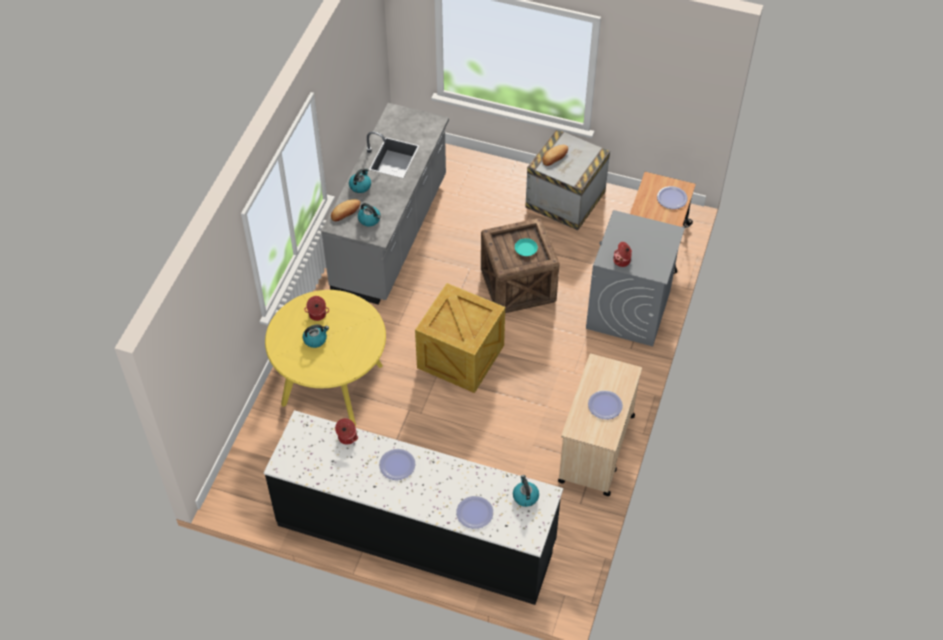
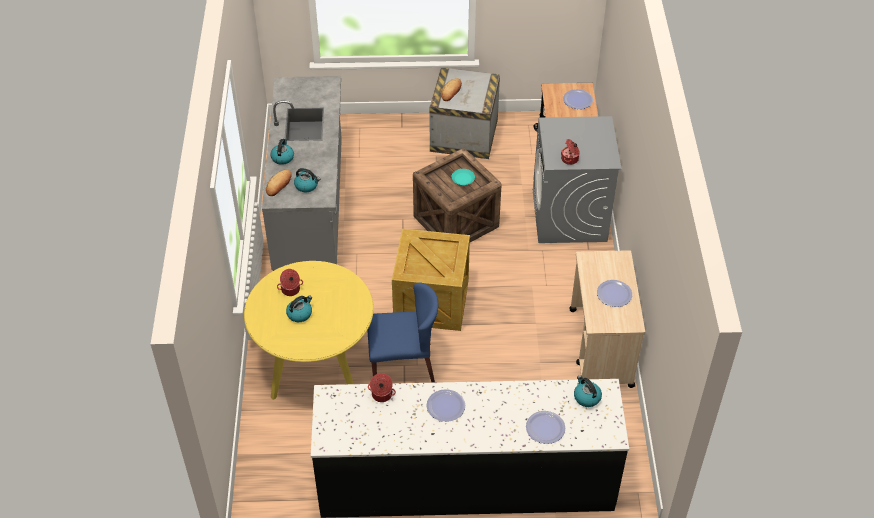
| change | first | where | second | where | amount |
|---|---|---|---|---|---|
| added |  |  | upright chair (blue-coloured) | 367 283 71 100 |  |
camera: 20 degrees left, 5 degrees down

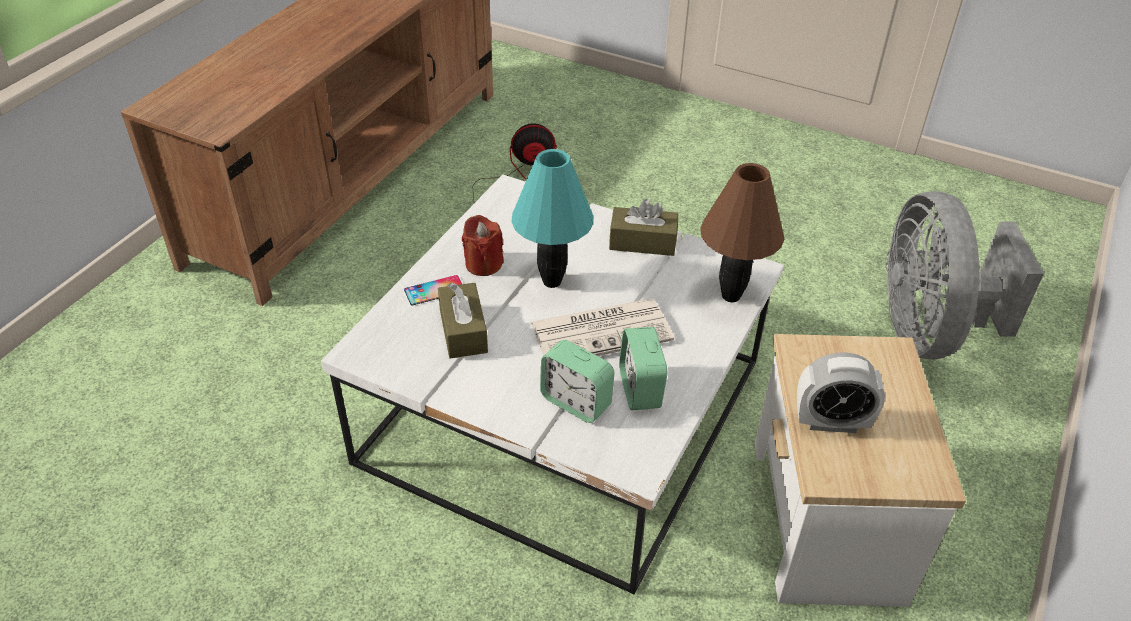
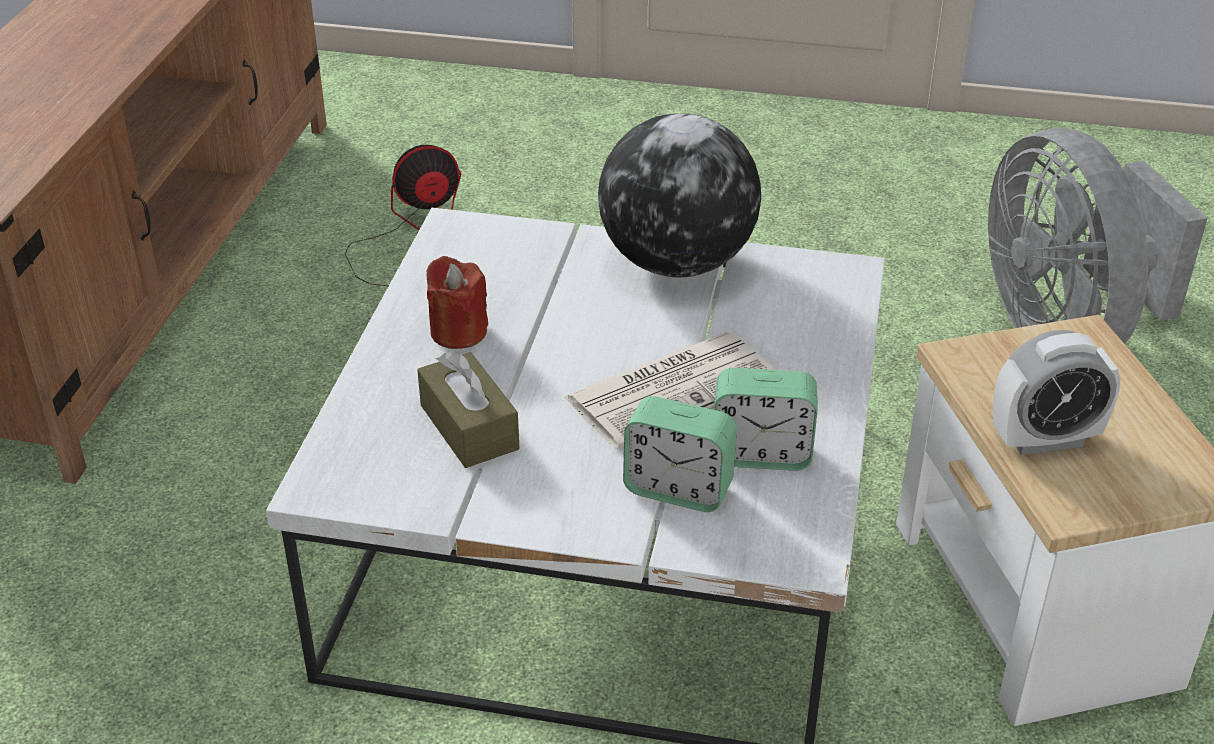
| change | first | where | second | where | amount |
|---|---|---|---|---|---|
| replaced | box of tissues (brownish) | 609 199 69 57 | desk globe | 598 113 163 165 |  |
| turned | table clock | 619 327 48 83 |  | 715 367 103 104 | 60 degrees counterclockwise |
| removed | handset | 404 275 58 30 |  |  |  |
| removed | table lamp (blue-green) | 511 149 82 139 |  |  |  |
| removed | table lamp (brownish) | 700 163 84 139 |  |  |  |
camera: 15 degrees left, 5 degrees down

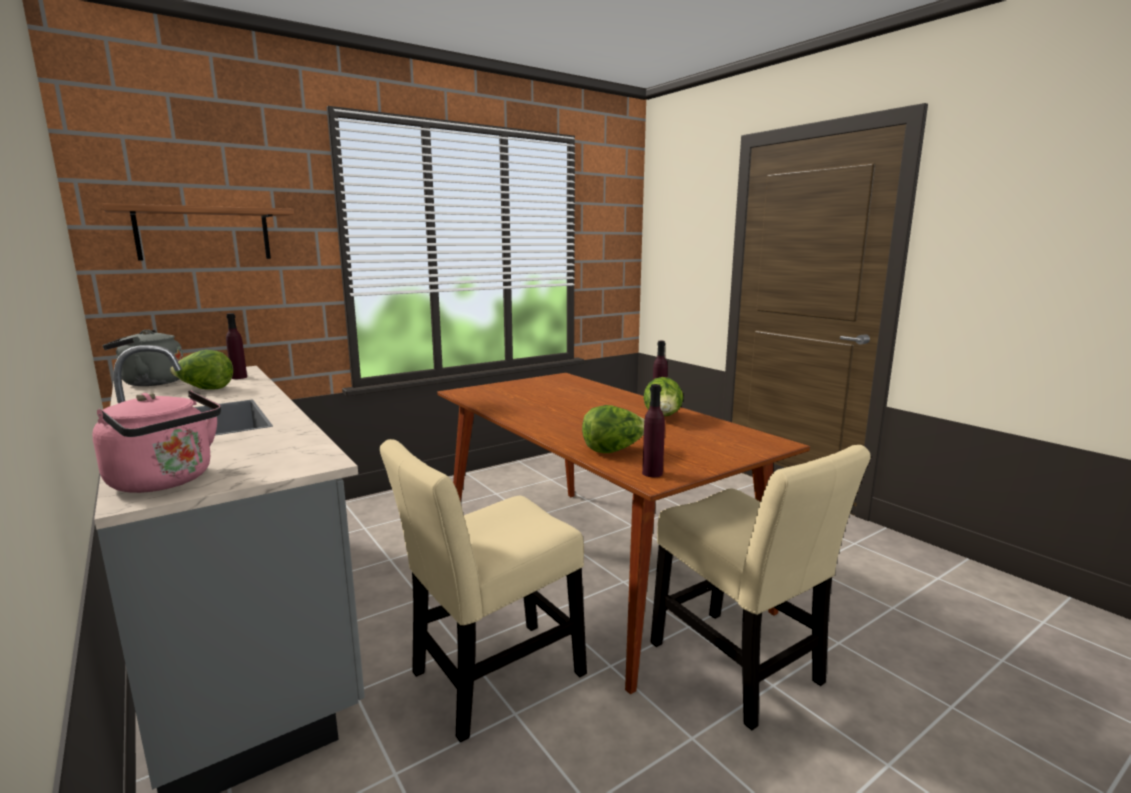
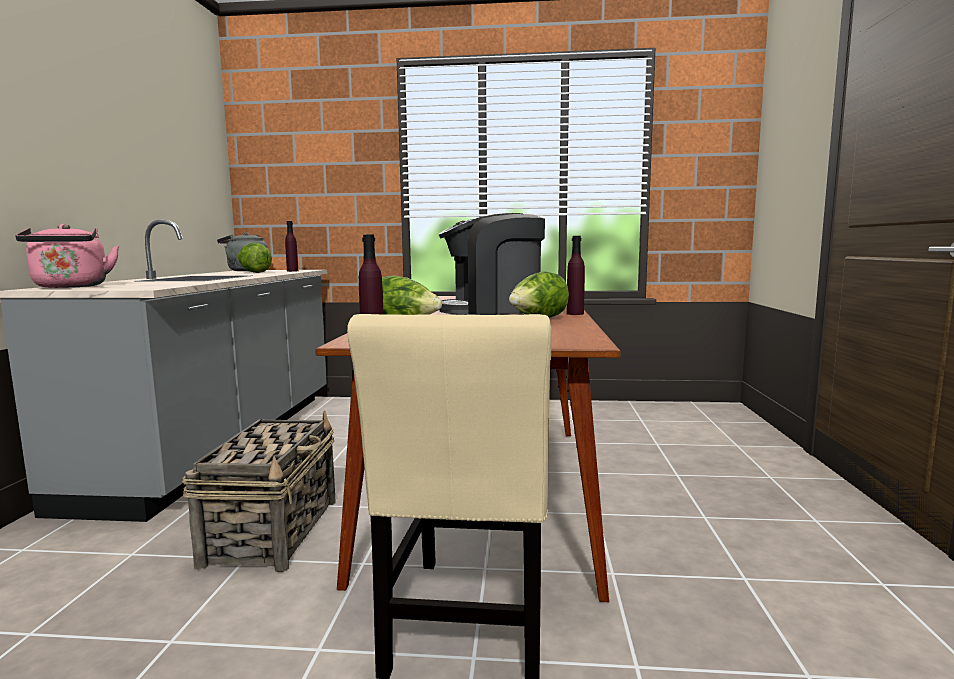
| change | first | where | second | where | amount |
|---|---|---|---|---|---|
| replaced | upright chair (beige-coloured) | 380 439 207 304 | household basket | 182 411 154 161 |  |
| added |  |  | coffee machine | 438 213 107 102 |  |
| removed | bracket shelf | 102 203 192 58 |  |  |  |
camera: 40 degrees right, 5 degrees down

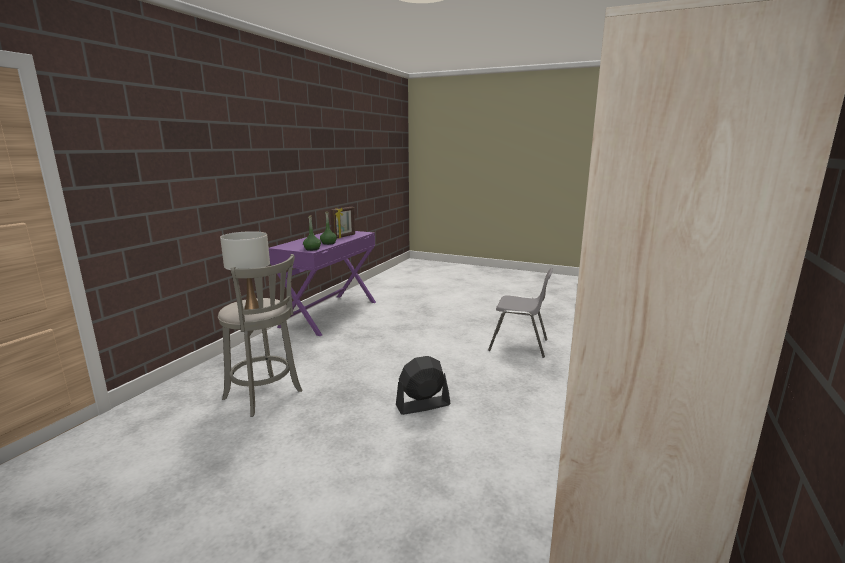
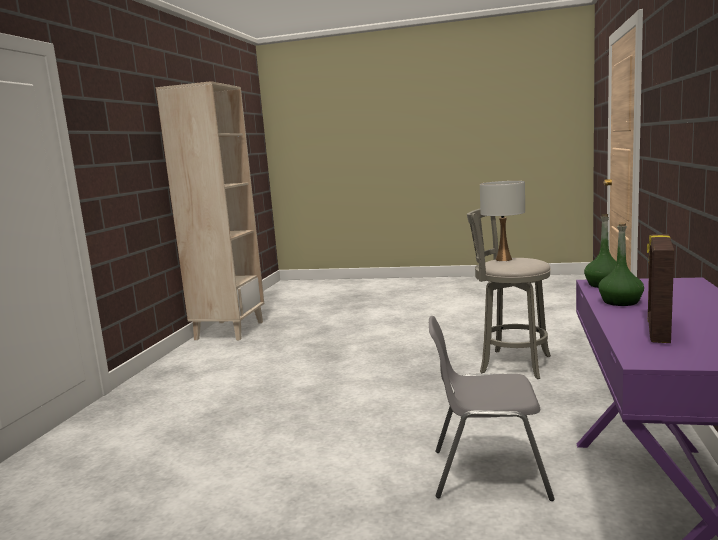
| change | first | where | second | where | amount |
|---|---|---|---|---|---|
| moved | upright chair (gray) | 488 268 65 90 |  | 429 316 126 185 |  |
| removed | fan (black-coloured) | 396 356 55 59 |  |  |  |
camera: 170 degrees right, 5 degrees down

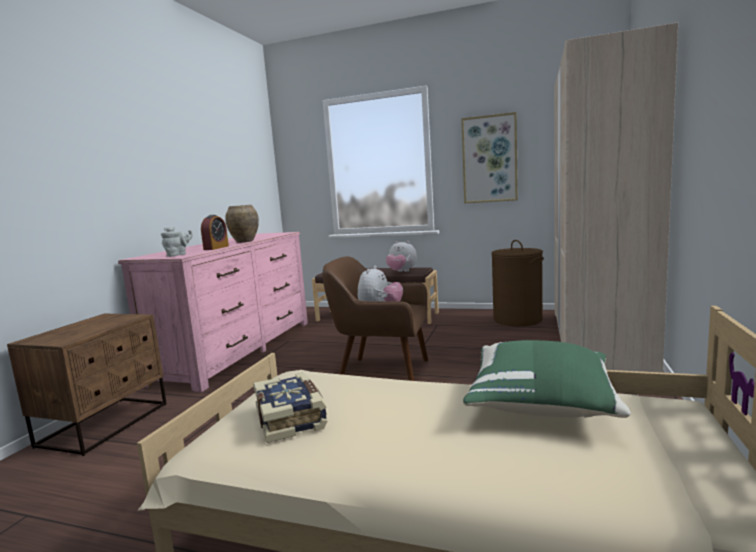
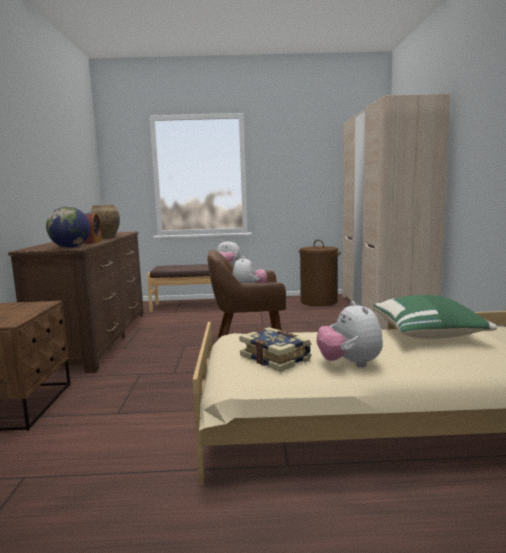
| change | first | where | second | where | amount |
|---|---|---|---|---|---|
| recoloured | chest of drawers (pinkish) | 118 232 190 160 | chest of drawers (brownish) | 8 232 136 141 |  |
| replaced | teapot (gray) | 161 227 32 30 | desk globe | 46 207 44 41 |  |
| added |  |  | soft toy | 317 301 66 66 |  |
| removed | picture | 461 112 57 91 |  |  |  |
camera: 20 degrees left, 0 degrees up

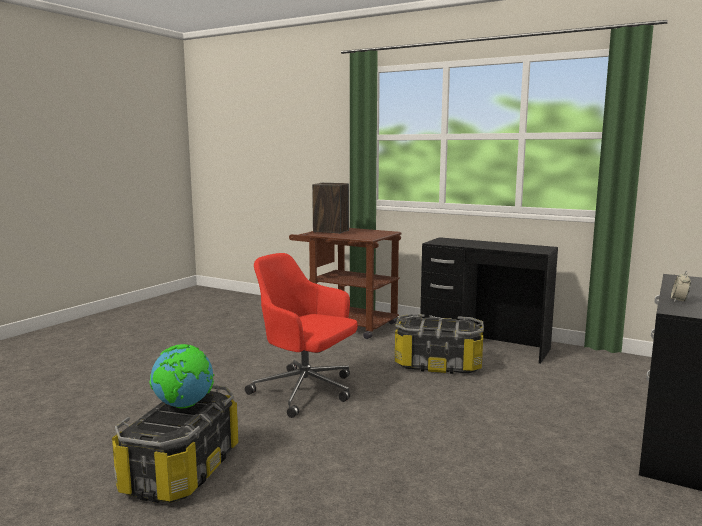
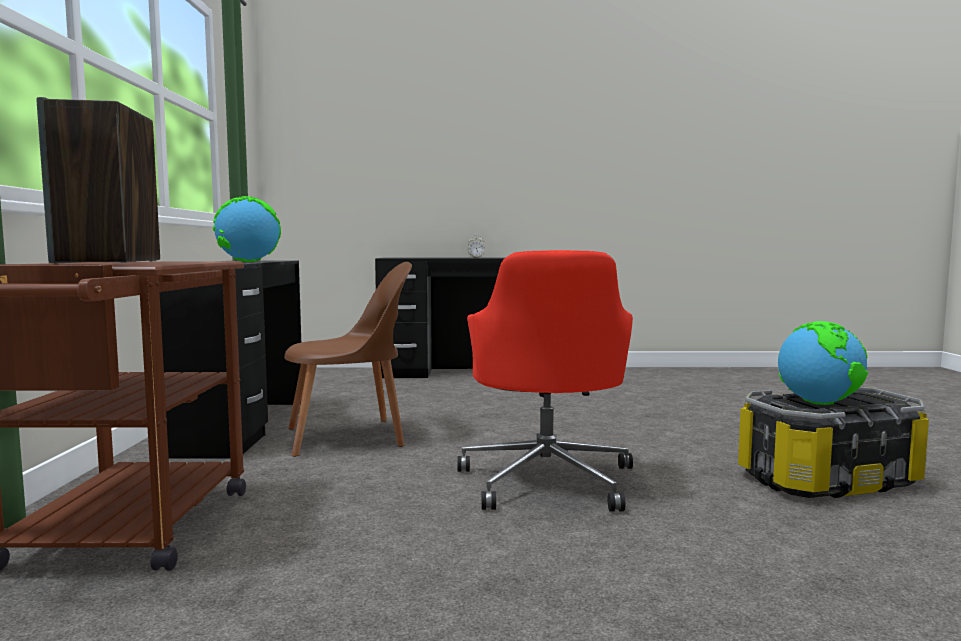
| change | first | where | second | where | amount |
|---|---|---|---|---|---|
| added |  |  | desk globe | 213 196 68 66 |  |
| replaced | storage container | 395 314 89 60 | upright chair (brownish) | 284 262 128 195 |  |
camera: 120 degrees left, 5 degrees down

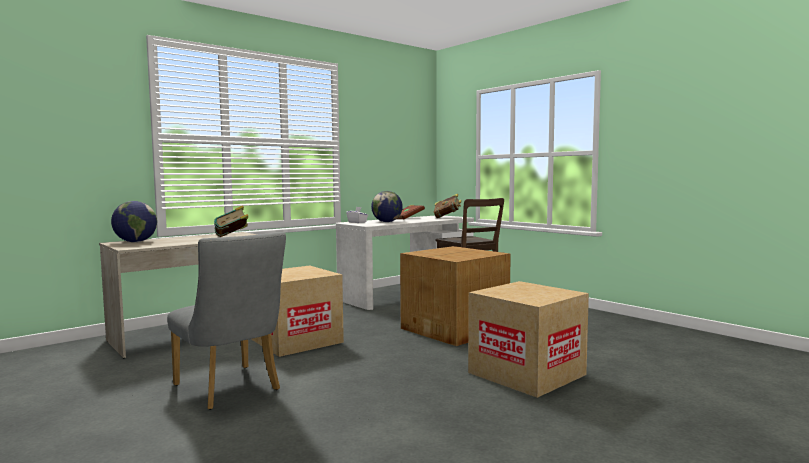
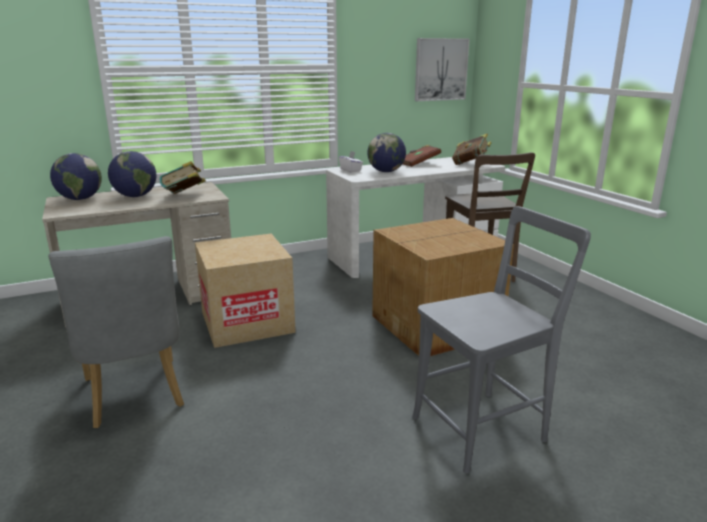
| change | first | where | second | where | amount |
|---|---|---|---|---|---|
| added |  |  | desk globe | 108 151 48 46 |  |
| replaced | packing box | 468 281 121 117 | upright chair (gray) | 412 206 179 268 |  |
| added |  |  | picture | 415 38 55 63 |  |
camera: 15 degrees right, 15 degrees up

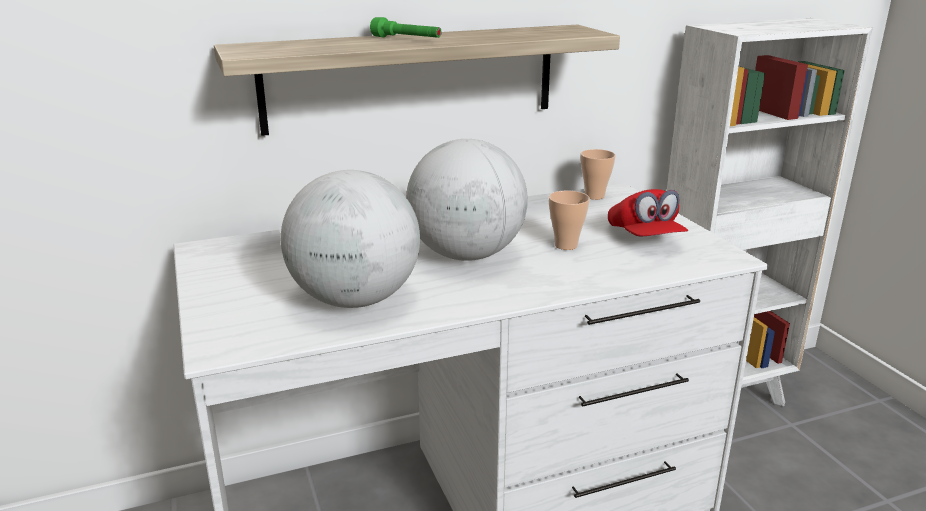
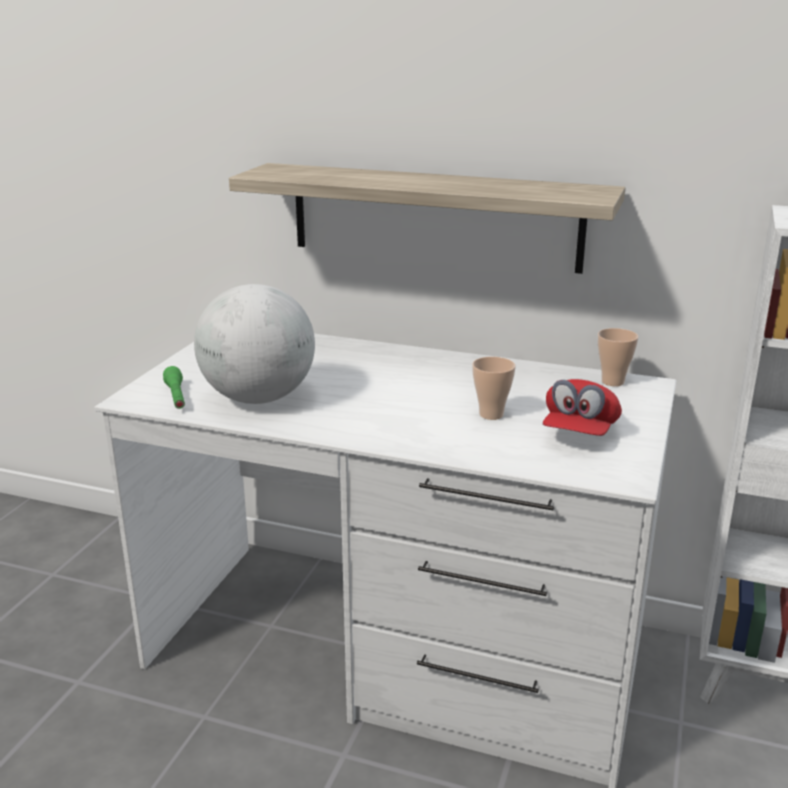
| change | first | where | second | where | amount |
|---|---|---|---|---|---|
| moved | flashlight (green) | 370 17 72 21 |  | 163 366 22 43 |  |
| removed | desk globe | 406 139 122 122 |  |  |  |
camera: 40 degrees right, 0 degrees up

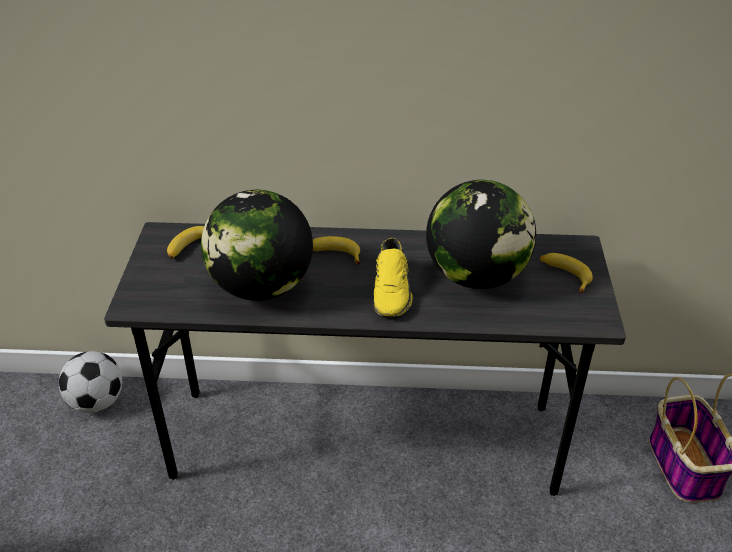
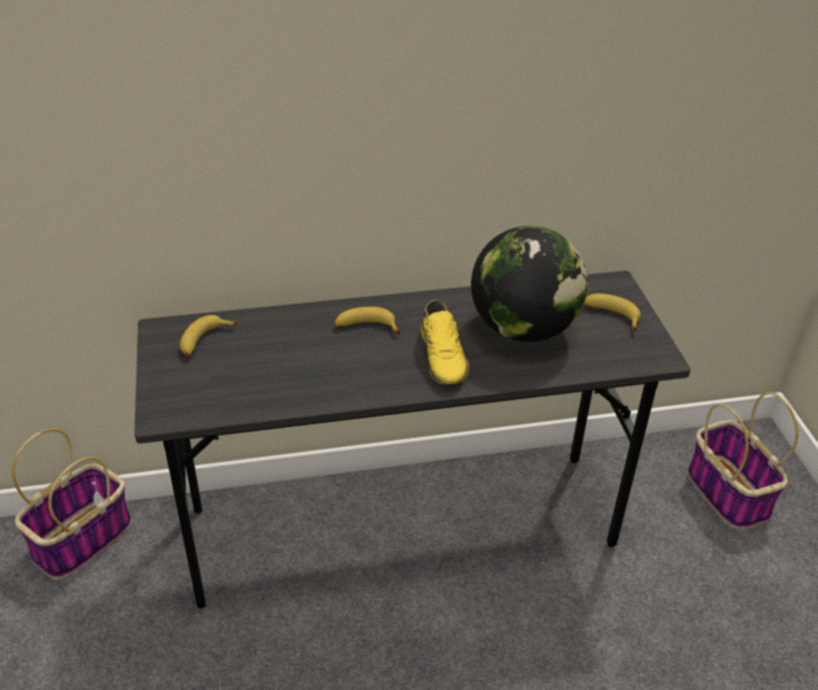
| change | first | where | second | where | amount |
|---|---|---|---|---|---|
| replaced | football ball | 58 351 64 62 | household basket | 12 428 120 151 |  |
| removed | desk globe | 201 190 112 111 |  |  |  |
camera: 15 degrees left, 0 degrees up

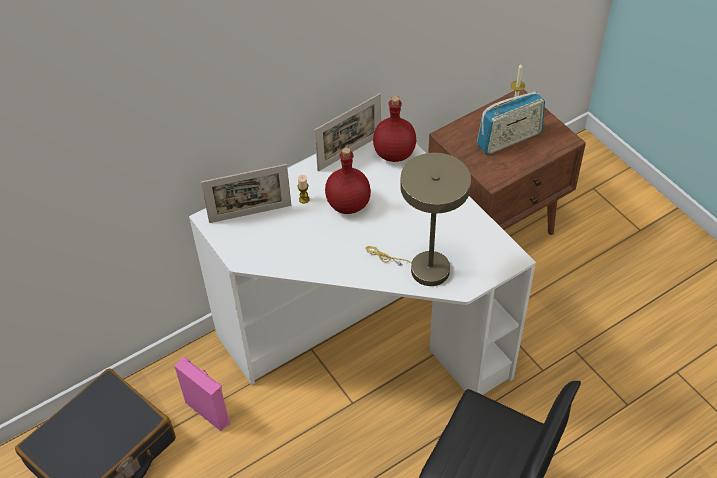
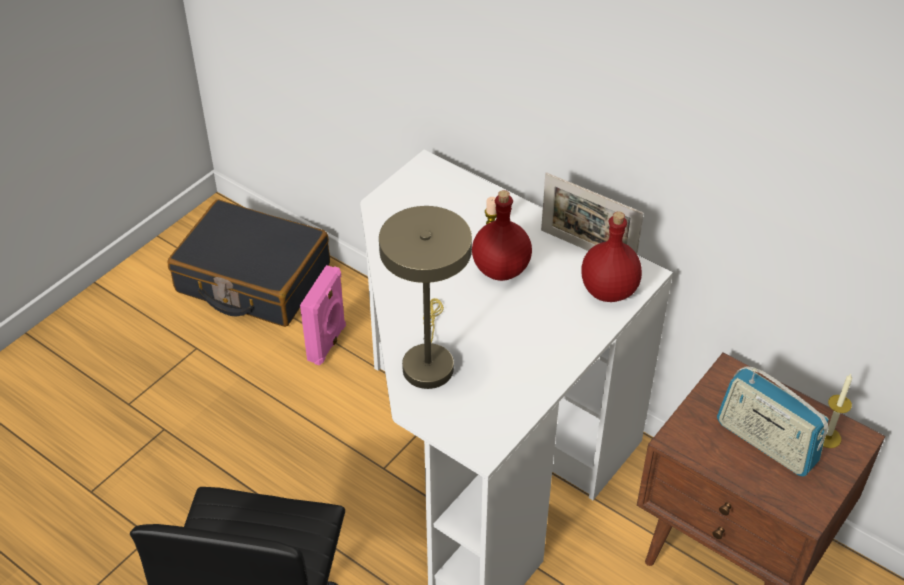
| change | first | where | second | where | amount |
|---|---|---|---|---|---|
| removed | photo frame | 201 164 90 59 |  |  |  |
camera: 70 degrees right, 5 degrees down

